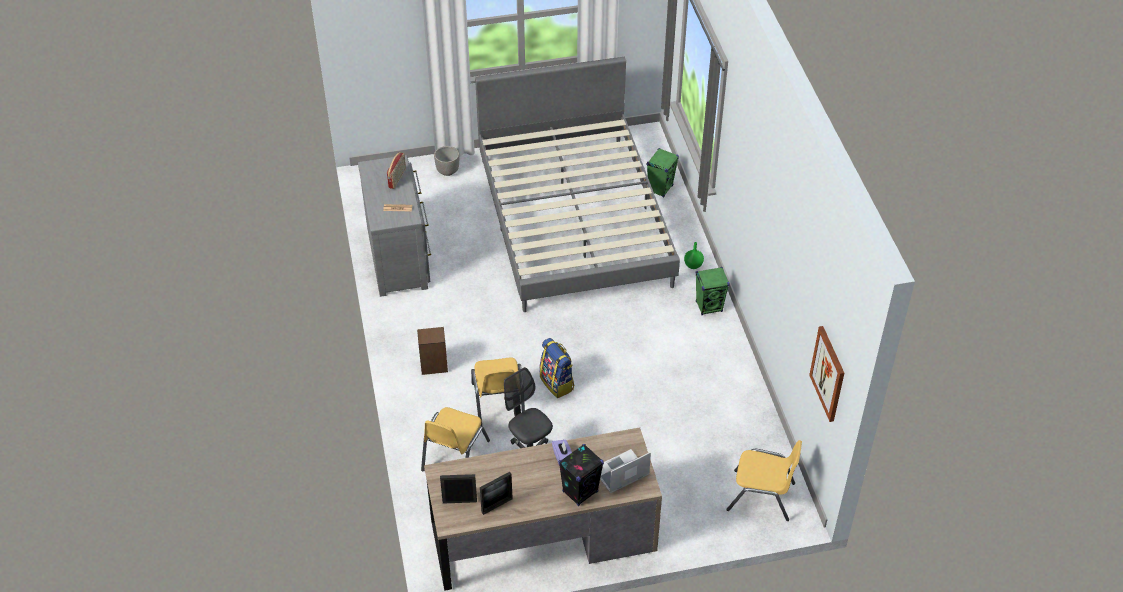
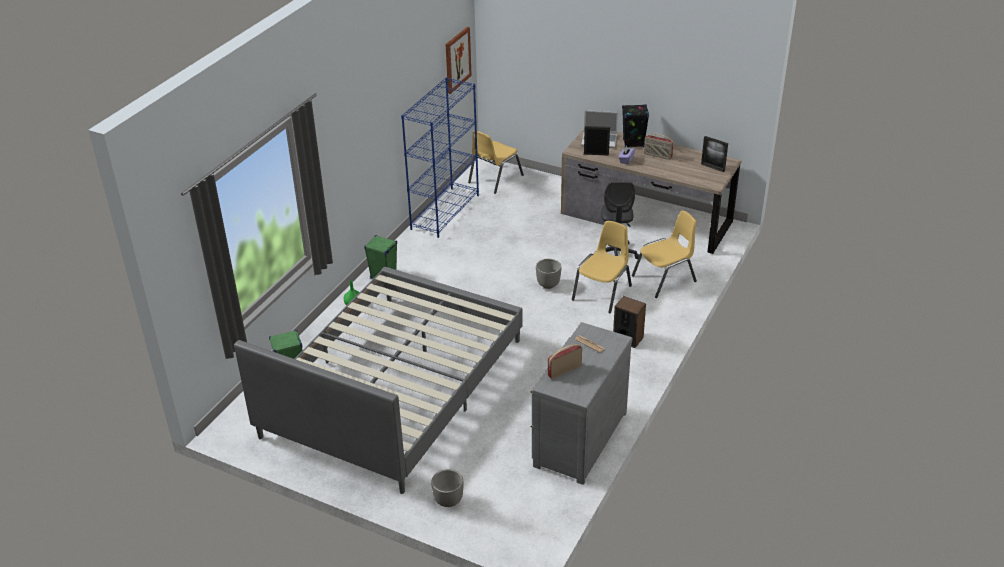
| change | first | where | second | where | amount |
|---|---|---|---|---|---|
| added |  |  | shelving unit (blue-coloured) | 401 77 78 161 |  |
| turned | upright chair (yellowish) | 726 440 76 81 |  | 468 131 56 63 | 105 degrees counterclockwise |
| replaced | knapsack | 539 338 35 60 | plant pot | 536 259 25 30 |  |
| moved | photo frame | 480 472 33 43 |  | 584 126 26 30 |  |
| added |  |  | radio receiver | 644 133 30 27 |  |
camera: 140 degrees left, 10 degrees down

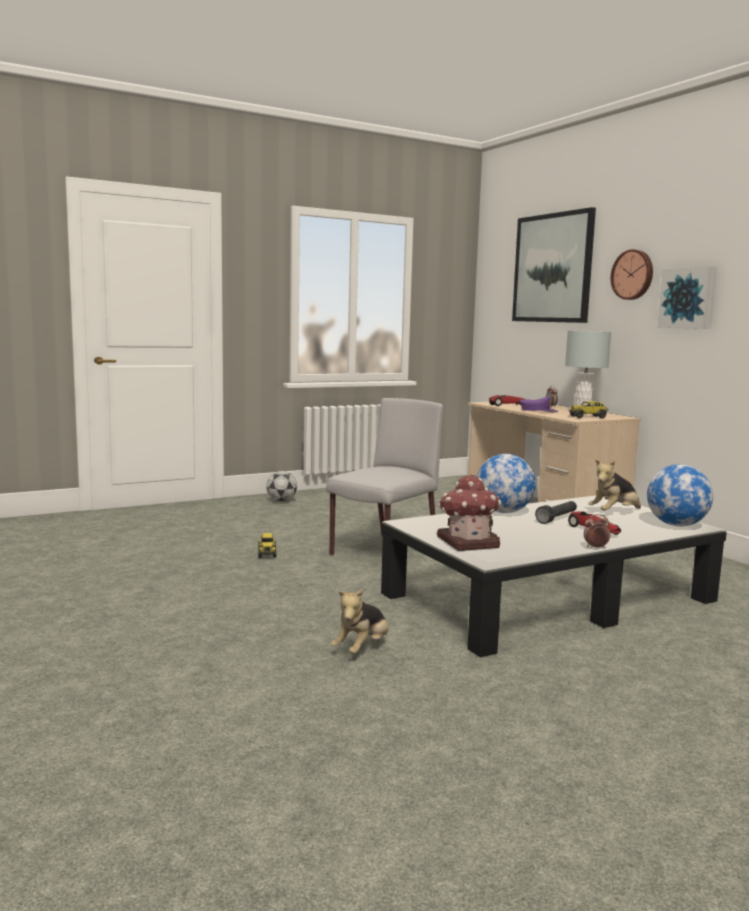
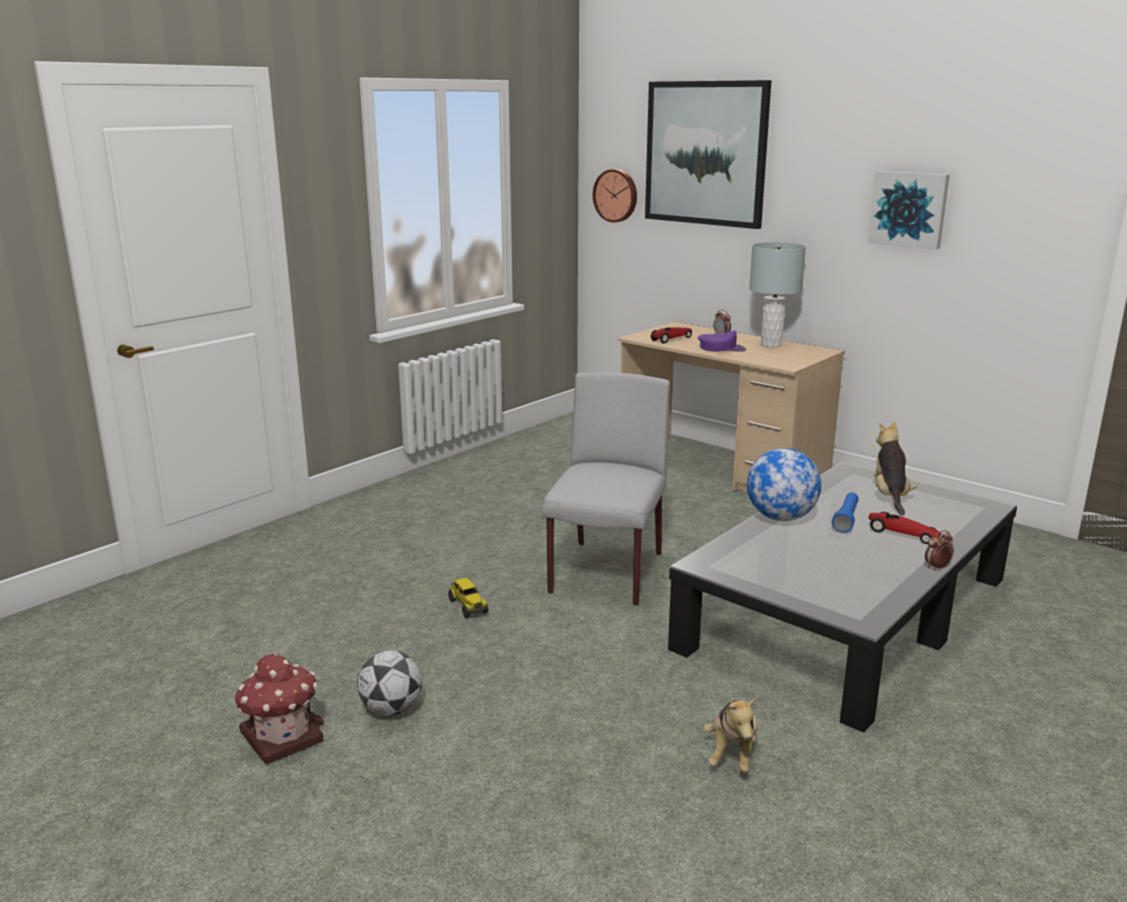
| change | first | where | second | where | amount |
|---|---|---|---|---|---|
| moved | miniature house | 437 474 64 77 |  | 234 654 90 110 |  |
| moved | football ball | 267 471 30 31 |  | 357 650 65 66 |  |
| moved | hanging clock | 611 249 42 51 |  | 593 169 44 53 |  |
| recoloured | flashlight (black-coloured) | 535 501 42 23 | flashlight (blue-coloured) | 832 492 27 41 |  |
| turned | soft toy | 588 459 53 52 |  | 874 422 43 94 | 150 degrees clockwise |
| removed | model truck | 569 401 39 17 |  |  |  |
| removed | desk globe | 647 464 66 62 |  |  |  |
camera: 20 degrees left, 10 degrees up

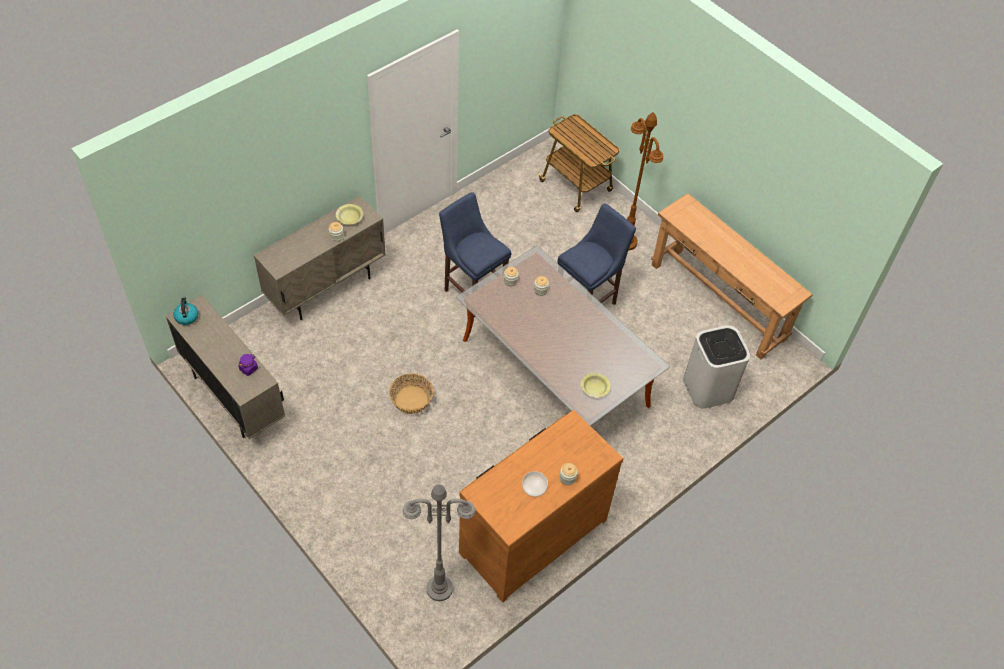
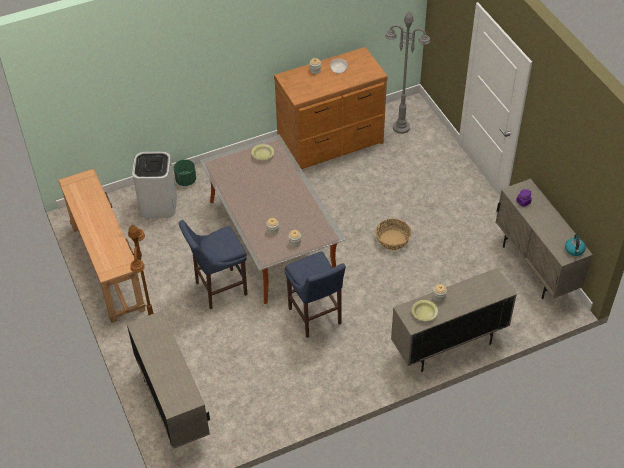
| change | first | where | second | where | amount |
|---|---|---|---|---|---|
| replaced | cart | 538 114 81 98 | storage cabinet (beige-coloured) | 126 311 84 138 |  |
| added |  |  | plant pot (green) | 174 159 22 27 |  |
camera: 160 degrees left, 5 degrees down

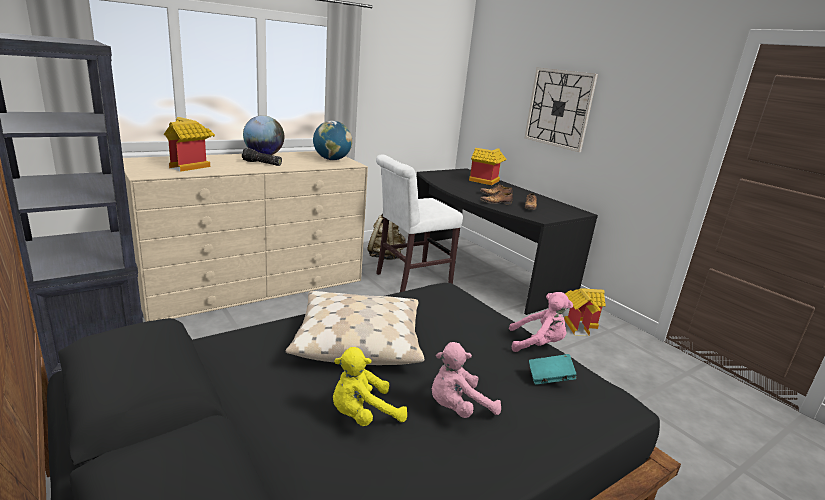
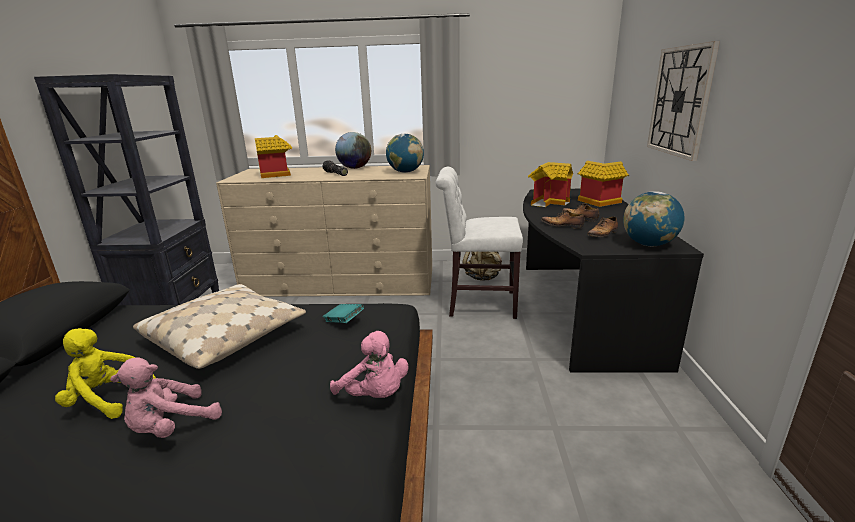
| change | first | where | second | where | amount |
|---|---|---|---|---|---|
| turned | soft toy (pinkish) | 431 342 70 76 |  | 110 357 112 81 | 60 degrees counterclockwise |
| moved | book (blue-green) | 529 354 48 31 |  | 323 304 41 19 |  |
| moved | miniature house | 564 288 42 48 |  | 528 162 45 45 |  |
| added |  |  | desk globe | 623 191 62 55 |  |
camera: 40 degrees right, 0 degrees up

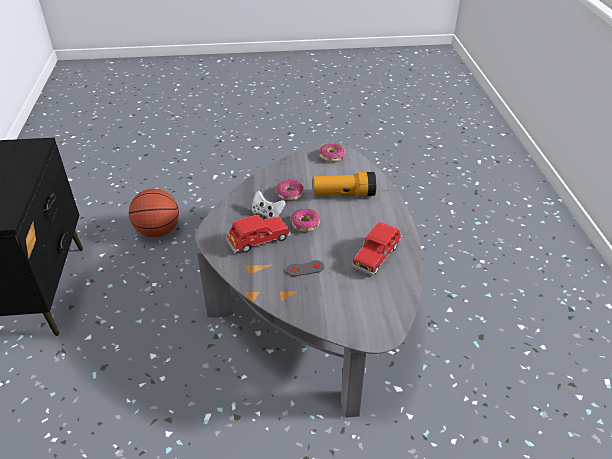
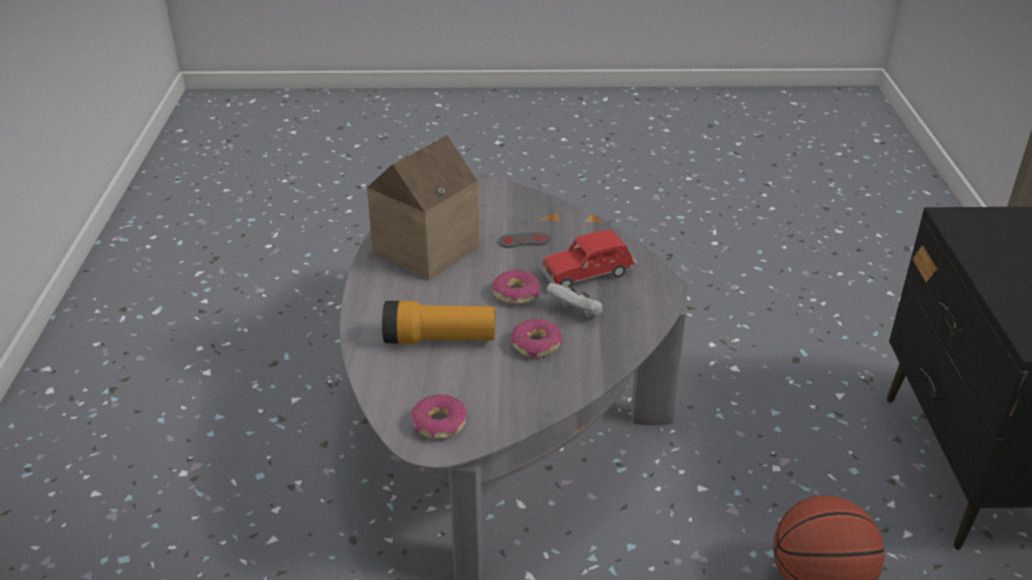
| change | first | where | second | where | amount |
|---|---|---|---|---|---|
| replaced | model car (red-coloured) | 351 222 51 54 | miniature house | 367 135 113 145 |  |
camera: 175 degrees left, 5 degrees down

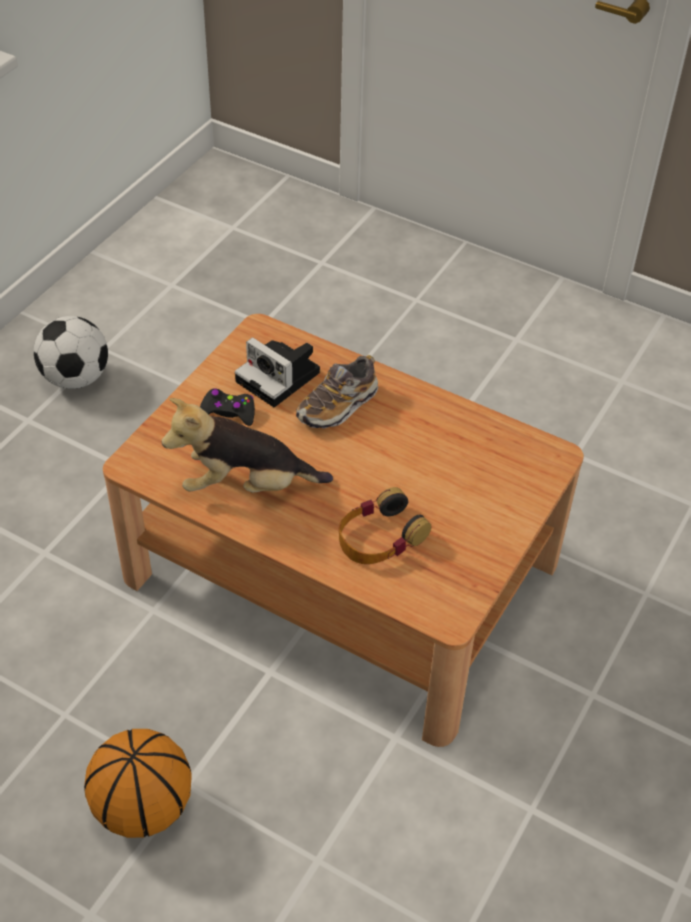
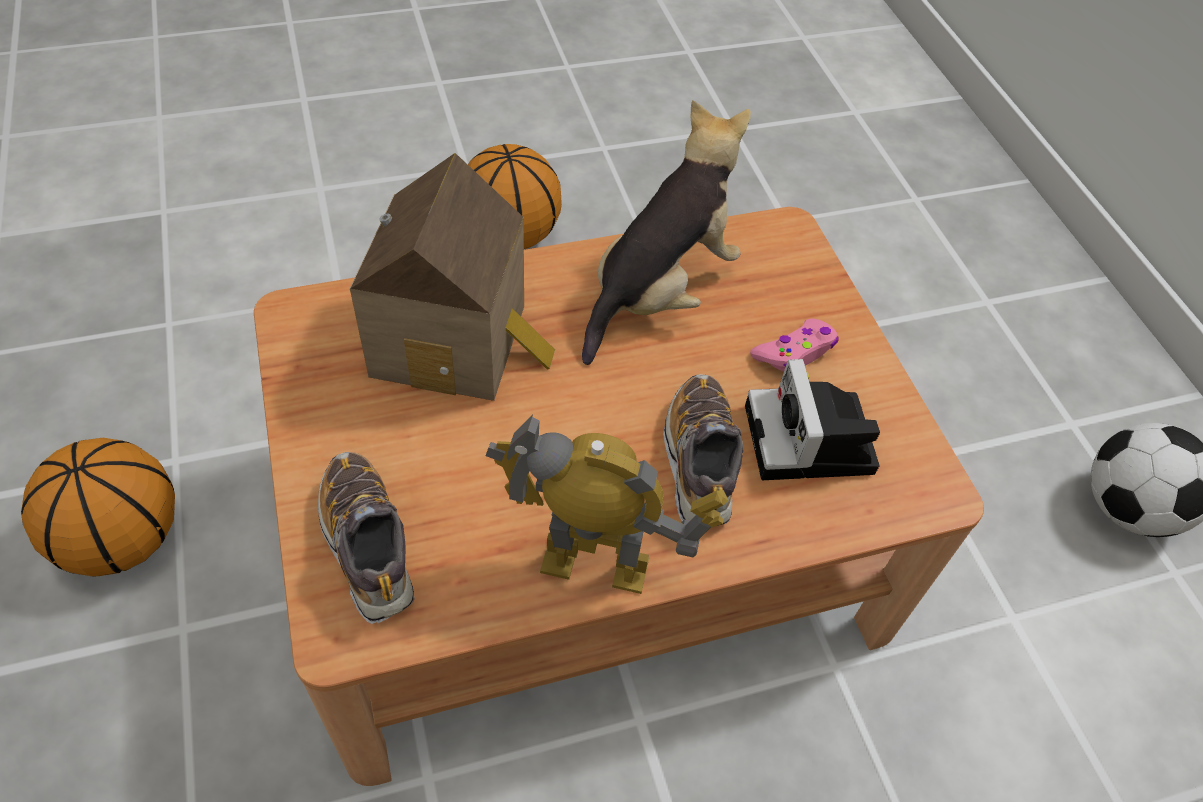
| change | first | where | second | where | amount |
|---|---|---|---|---|---|
| added |  |  | basketball | 21 438 154 139 |  |
| added |  |  | low shoe | 318 452 97 172 |  |
| replaced | headset | 339 487 93 77 | miniature house | 350 153 205 248 |  |
| added |  |  | model robot | 485 414 244 180 |  |
| turned | photo camera | 235 337 85 70 |  | 745 359 135 121 | 90 degrees counterclockwise |
| recoloured | joypad (black-coloured) | 200 388 55 38 | joypad (pinkish) | 750 319 89 52 |  |
camera: 130 degrees right, 5 degrees up

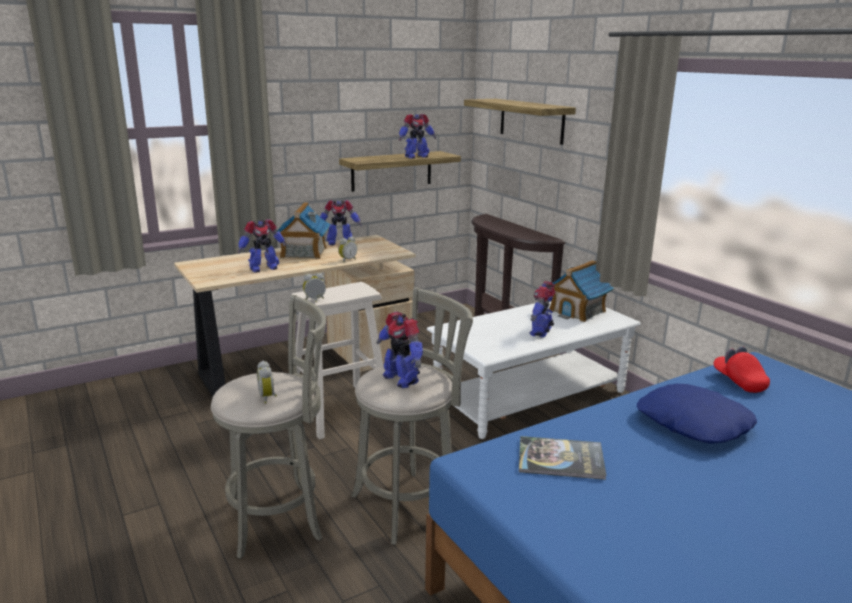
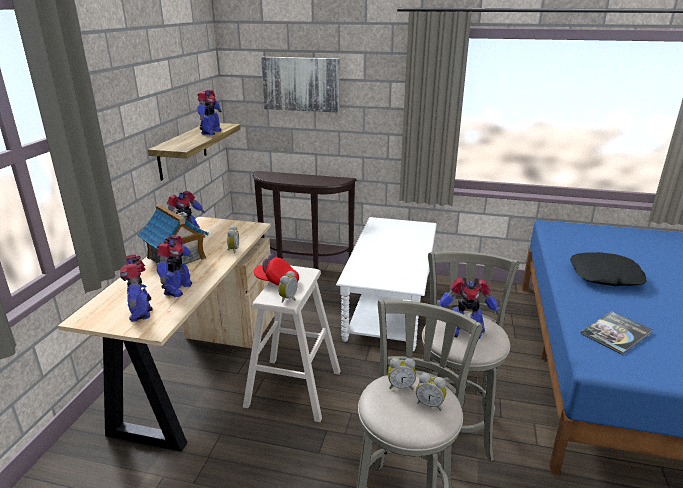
| change | first | where | second | where | amount |
|---|---|---|---|---|---|
| moved | model robot | 530 281 25 56 |  | 120 254 33 68 |  |
| moved | peaked cap (red-coloured) | 714 347 56 46 |  | 254 254 45 32 |  |
| replaced | bracket shelf | 464 99 112 46 | picture | 261 57 79 56 |  |
| added |  |  | table clock | 388 358 28 32 |  |
| recoloured | pillow (blue-coloured) | 637 384 120 60 | pillow (black-coloured) | 570 252 77 34 |  |
| removed | miniature house | 549 260 65 62 |  |  |  |
camera: 45 degrees left, 5 degrees up

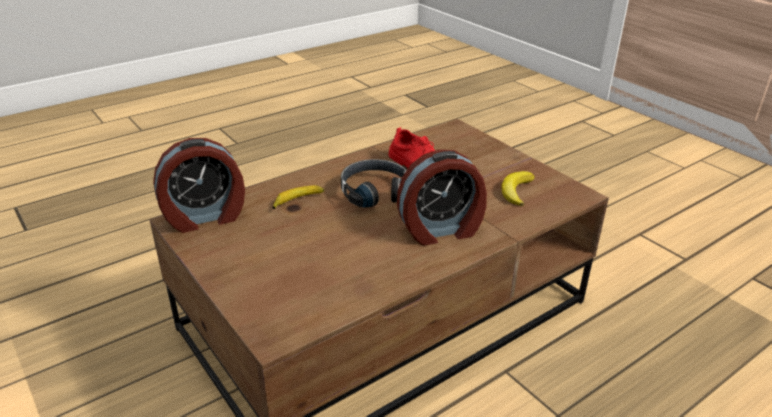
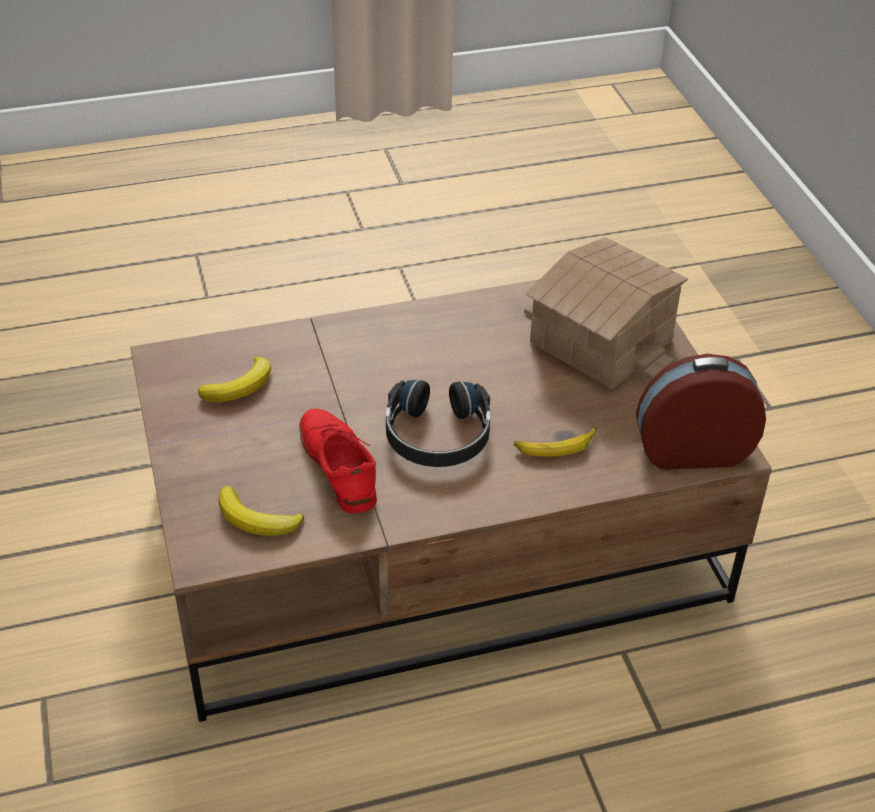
| change | first | where | second | where | amount |
|---|---|---|---|---|---|
| added |  |  | banana fruit | 219 486 85 50 |  |
| added |  |  | miniature house | 524 237 164 152 |  |
| removed | table clock | 397 149 90 97 |  |  |  |
camera: 160 degrees left, 10 degrees up

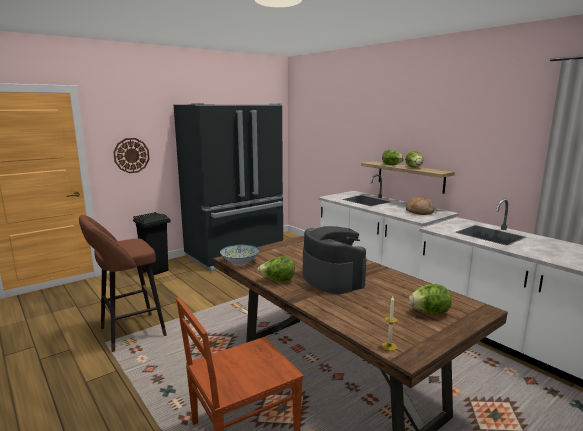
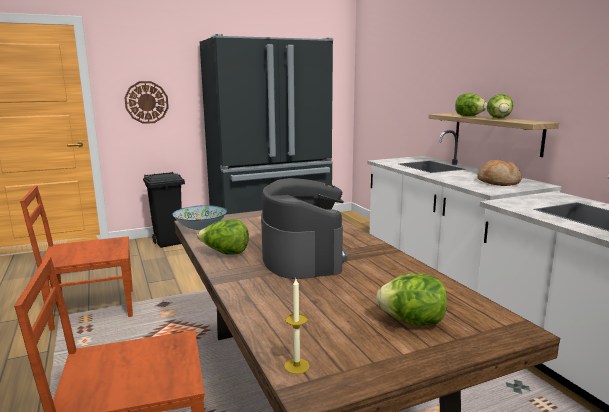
| change | first | where | second | where | amount |
|---|---|---|---|---|---|
| replaced | stool seat (brownish) | 79 215 88 137 | upright chair (brownish) | 20 186 113 145 |  |
camera: 15 degrees right, 0 degrees up

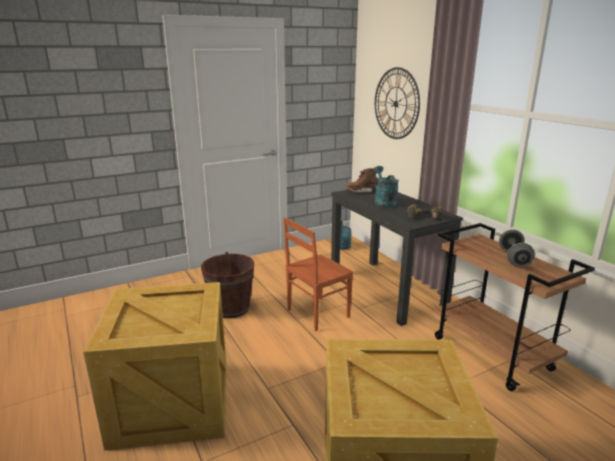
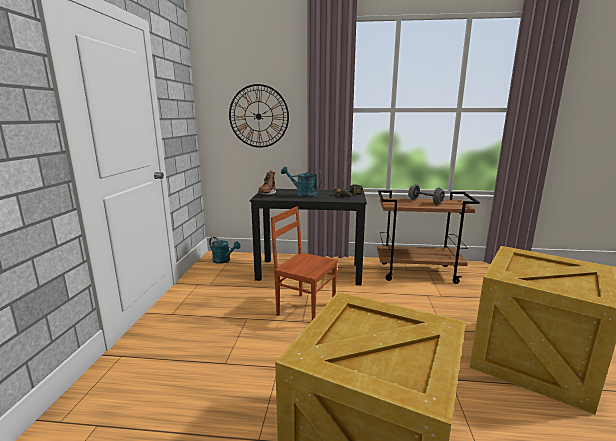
| change | first | where | second | where | amount |
|---|---|---|---|---|---|
| turned | upright chair (brownish) | 283 217 71 114 |  | 271 206 67 114 | 120 degrees clockwise |
| removed | pail (brownish) | 201 252 53 66 |  |  |  |
camera: 55 degrees left, 5 degrees down

